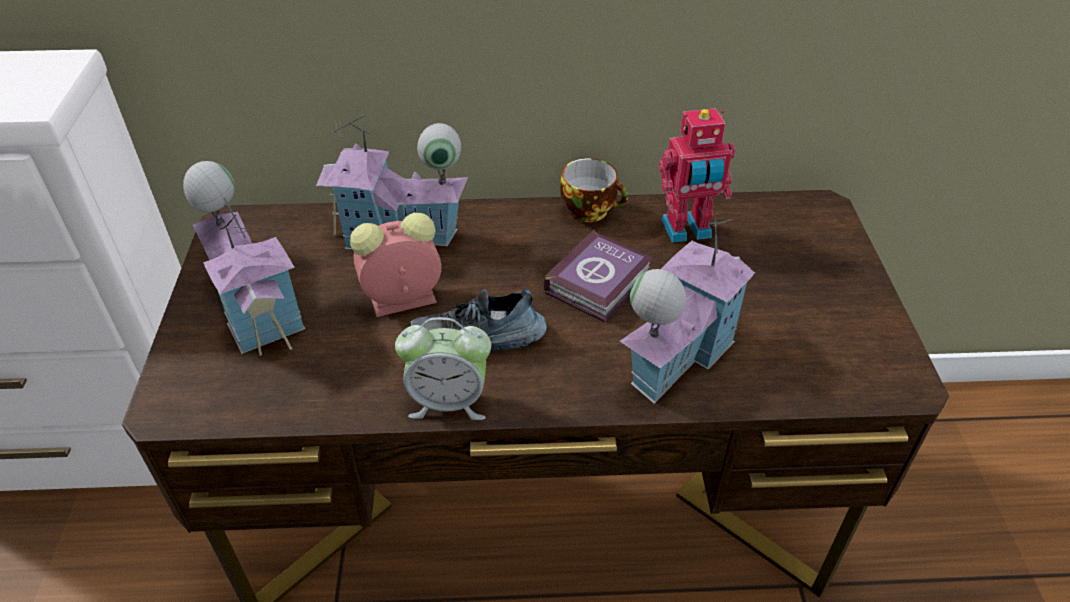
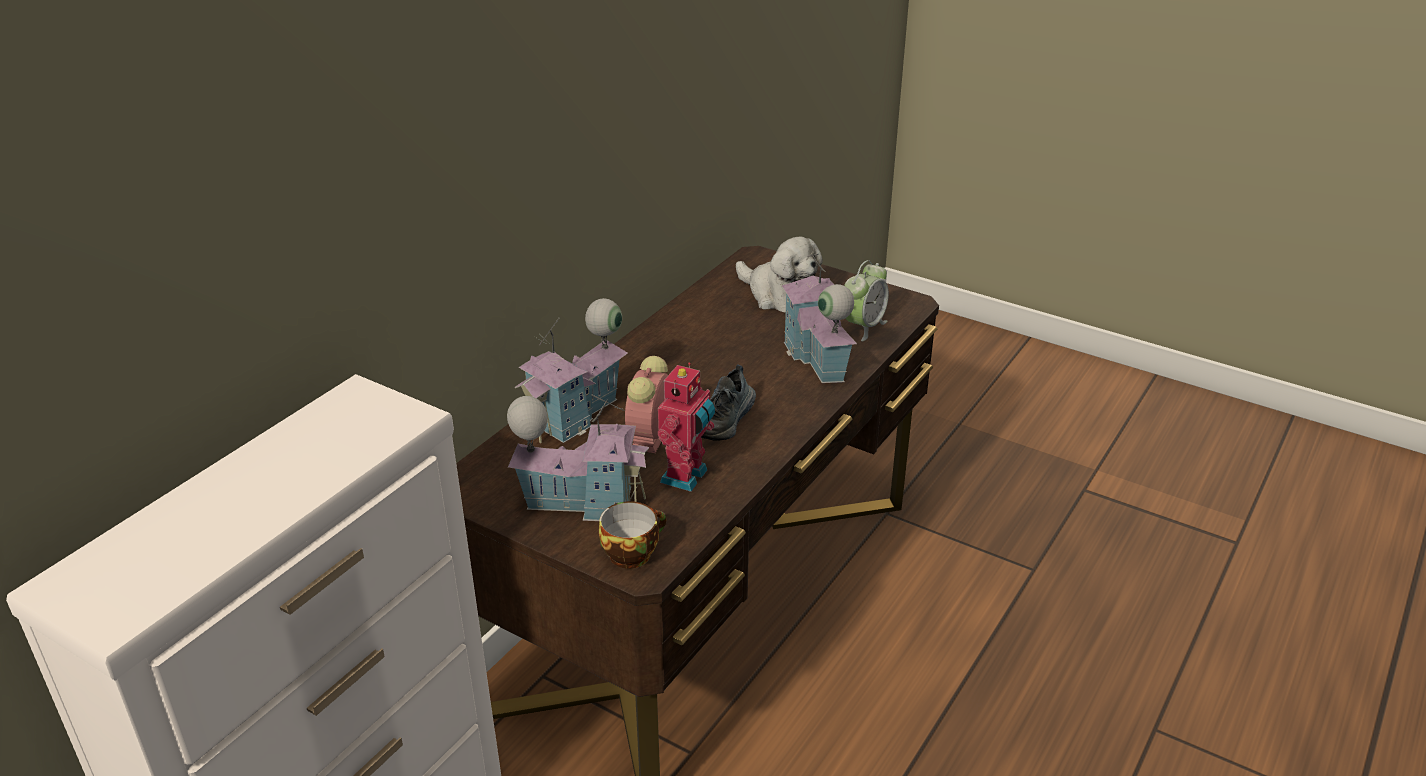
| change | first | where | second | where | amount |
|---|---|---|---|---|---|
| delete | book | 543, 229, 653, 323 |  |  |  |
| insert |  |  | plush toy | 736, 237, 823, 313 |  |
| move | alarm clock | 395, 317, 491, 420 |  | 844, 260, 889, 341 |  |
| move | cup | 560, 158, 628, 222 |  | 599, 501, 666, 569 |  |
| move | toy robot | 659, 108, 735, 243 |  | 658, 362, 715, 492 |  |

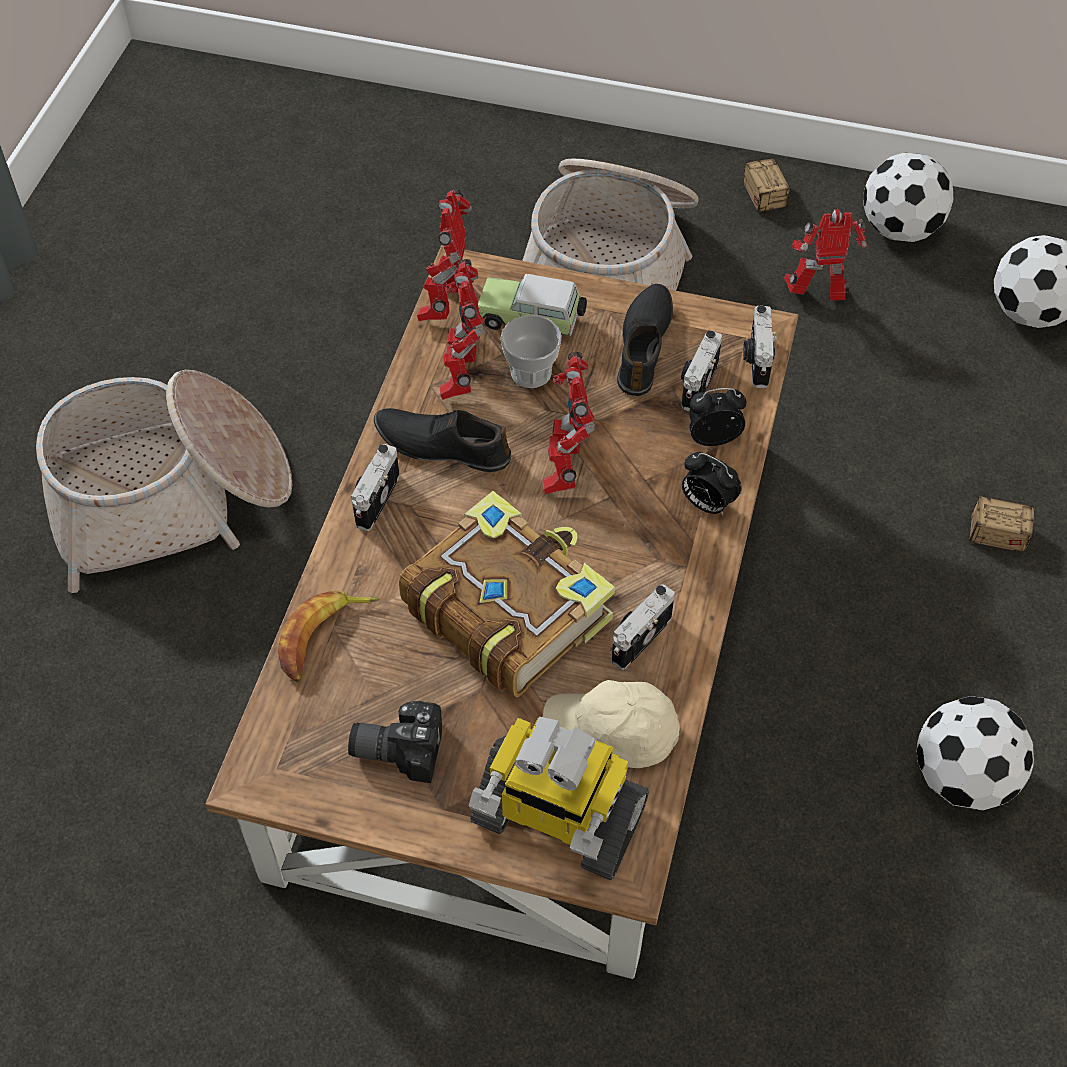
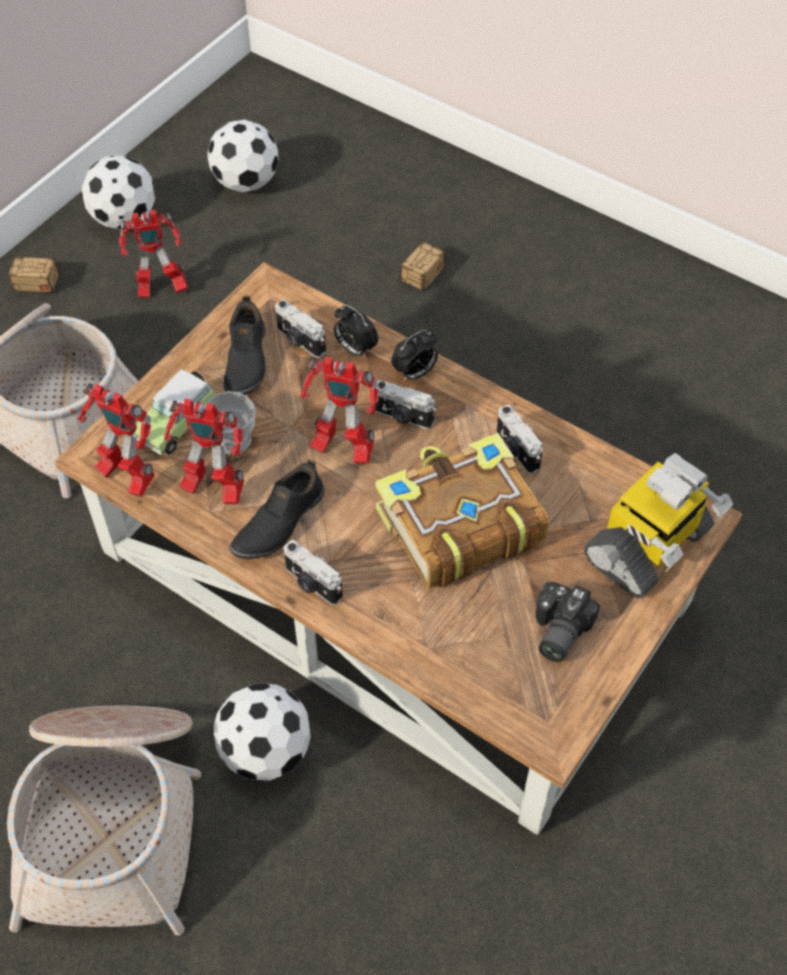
| change | first | where | second | where | amount |
|---|---|---|---|---|---|
| delete | banana | 278, 590, 380, 682 |  |  |  |
| delete | beige cap | 543, 680, 680, 768 |  |  |  |
| move | photo camera | 743, 306, 776, 388 |  | 375, 380, 436, 429 |  |
| move | football | 917, 696, 1034, 810 |  | 213, 683, 311, 781 |  |
| rotate | black shoe | 617, 284, 673, 396 |  | 223, 296, 265, 395 | 120 degrees counterclockwise |
| rotate | alarm clock | 689, 388, 746, 446 |  | 334, 305, 378, 358 | 60 degrees counterclockwise |
| rotate | toy robot | 784, 209, 868, 301 |  | 119, 210, 188, 298 | 120 degrees counterclockwise |

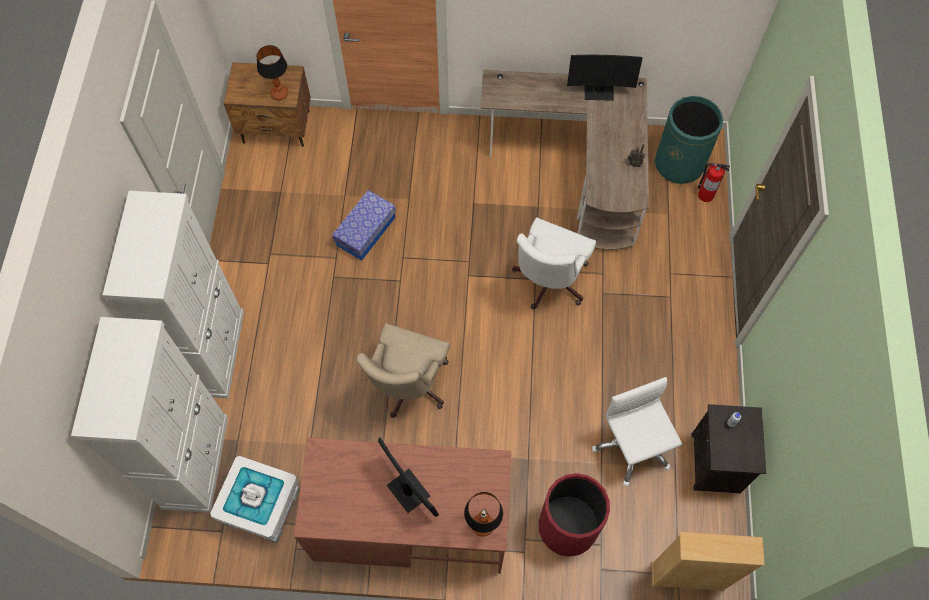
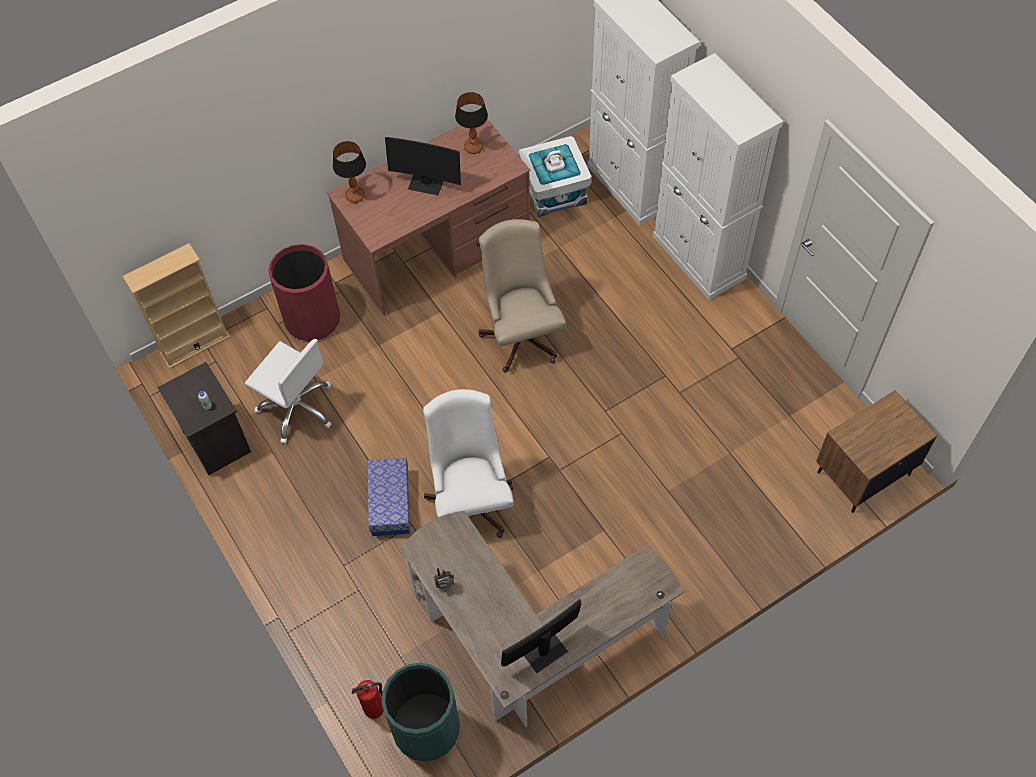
| change | first | where | second | where | amount |
|---|---|---|---|---|---|
| move | table lamp | 256, 45, 288, 100 |  | 455, 92, 488, 154 |  |
| move | storage box | 332, 190, 396, 261 |  | 368, 458, 410, 536 |  |

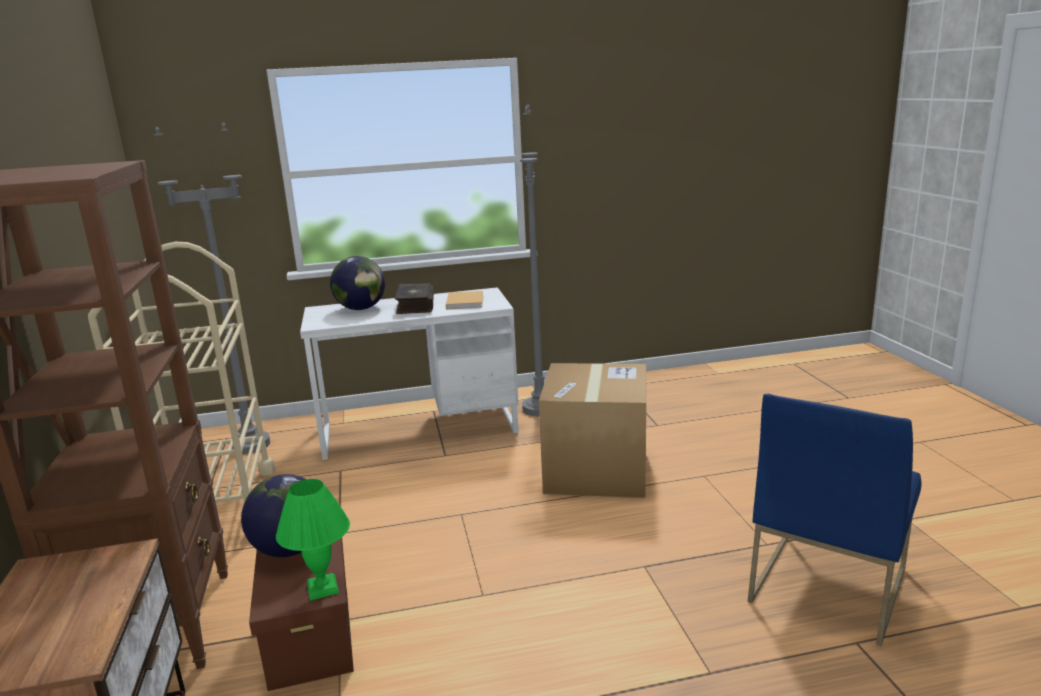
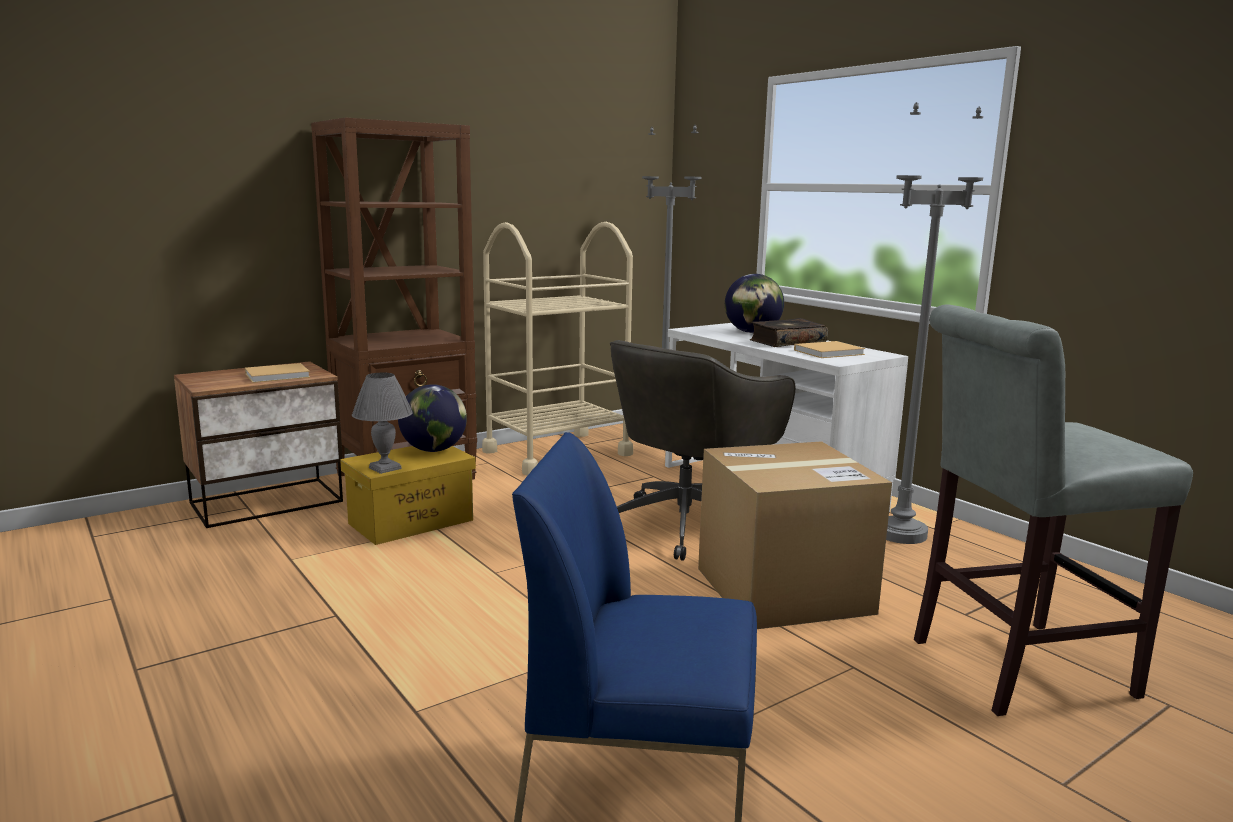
| change | first | where | second | where | amount |
|---|---|---|---|---|---|
| insert |  |  | beige book | 245, 363, 310, 383 |  |
| insert |  |  | grey office chair | 610, 340, 795, 561 |  |
| insert |  |  | grey stool | 914, 304, 1193, 716 |  |
| recolor | brown storage box | 249, 538, 354, 691 | yellow storage box | 340, 446, 476, 545 |  |
| recolor | green table lamp | 276, 479, 350, 601 | grey table lamp | 352, 373, 413, 474 |  |

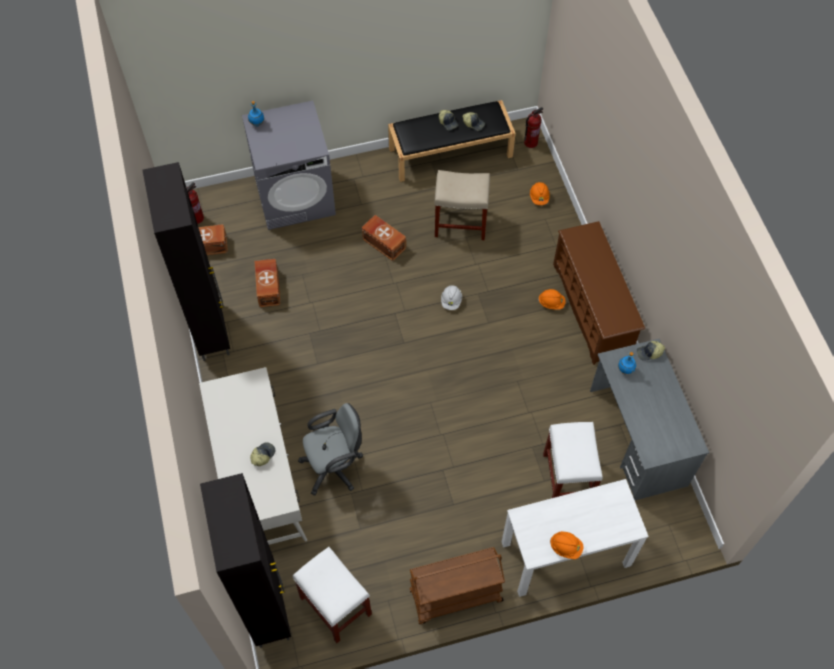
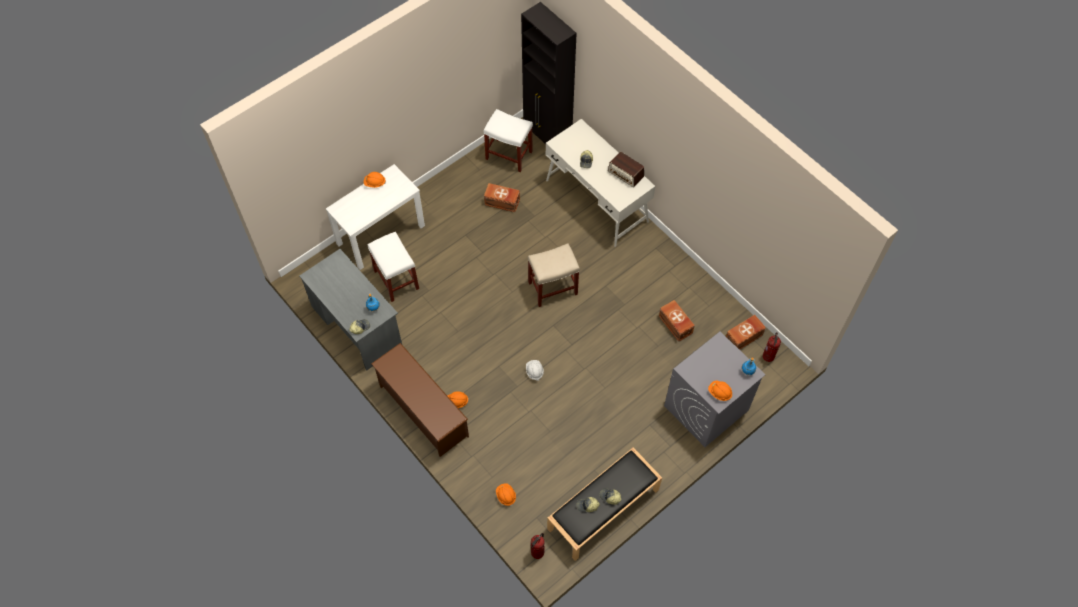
| change | first | where | second | where | amount |
|---|---|---|---|---|---|
| delete | black cabinet | 142, 162, 230, 361 |  |  |  |
| delete | grey office chair | 298, 403, 363, 496 |  |  |  |
| delete | brown cart | 409, 547, 505, 624 |  |  |  |
| insert |  |  | radio | 608, 152, 644, 187 |  |
| insert |  |  | orange hard hat | 708, 380, 732, 401 |  |
| move | brown storage box | 361, 215, 406, 261 |  | 484, 183, 520, 212 |  |
| move | beige stool | 435, 170, 490, 240 |  | 528, 243, 580, 307 |  |

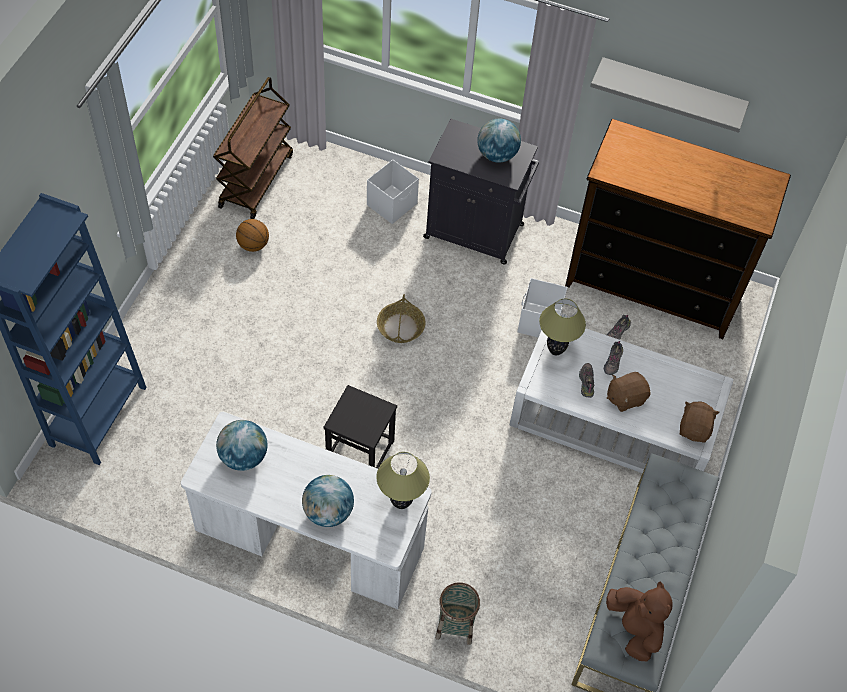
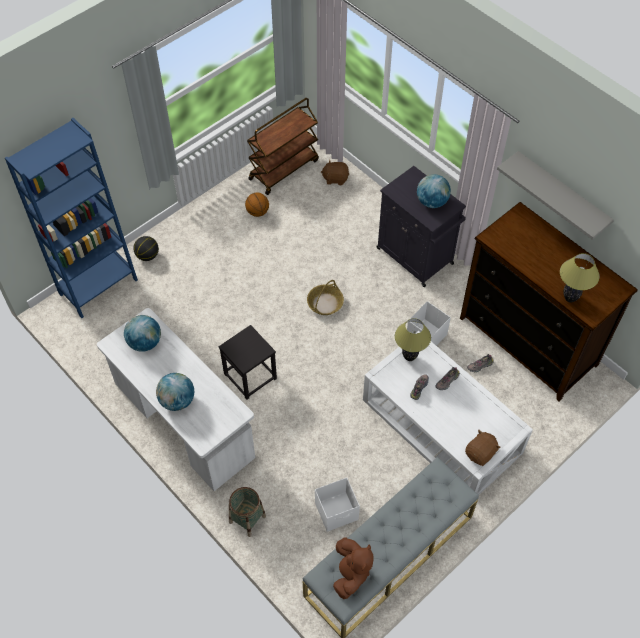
| change | first | where | second | where | amount |
|---|---|---|---|---|---|
| insert |  |  | basketball | 133, 236, 159, 261 |  |
| move | white storage box | 367, 160, 419, 224 |  | 315, 478, 360, 532 |  |
| move | table lamp | 376, 452, 430, 509 |  | 560, 253, 600, 303 |  |
| move | brown plush toy | 607, 372, 650, 412 |  | 321, 159, 349, 185 |  |

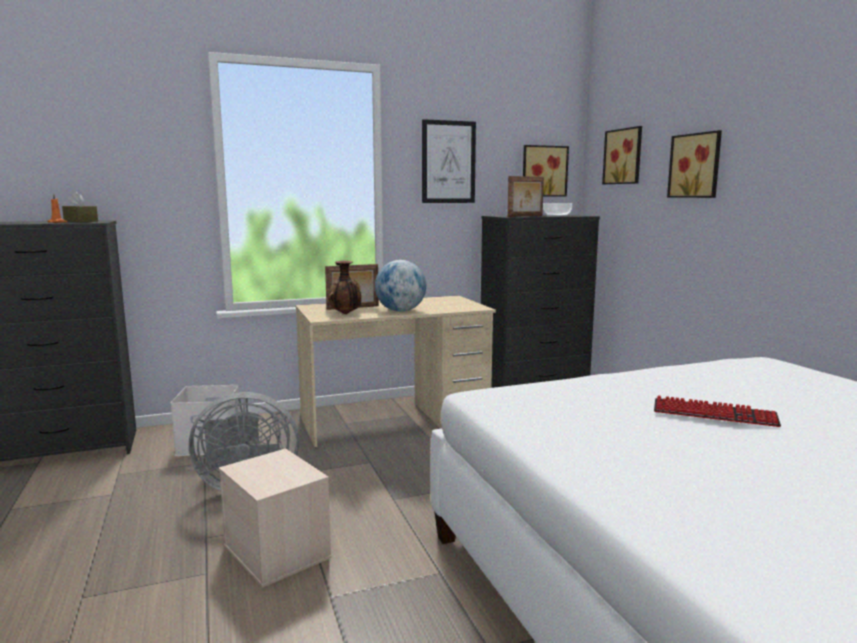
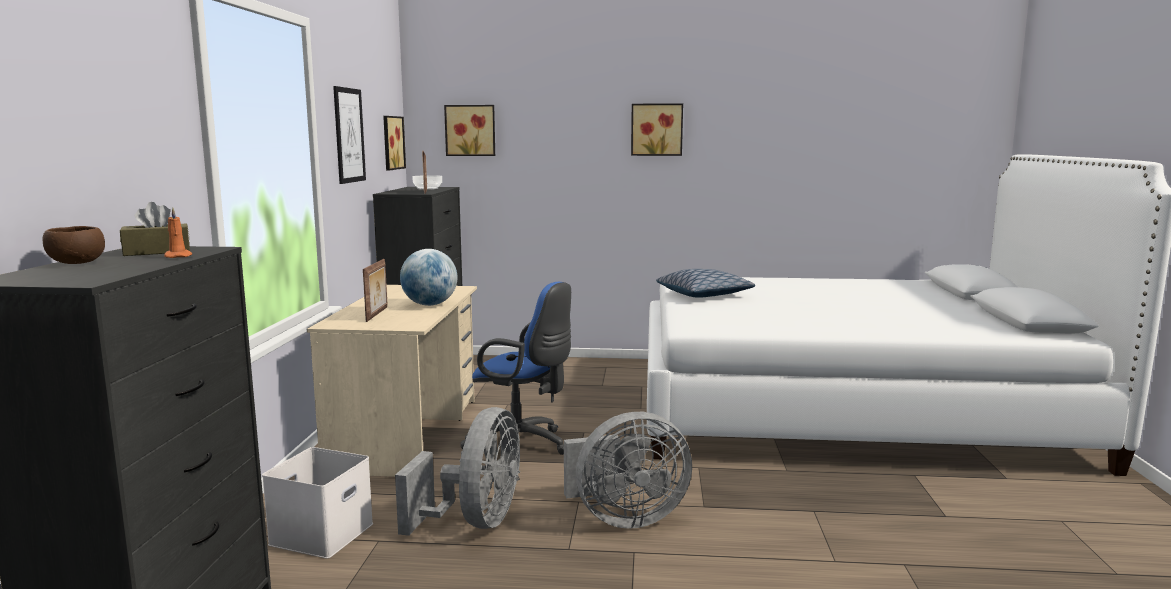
| change | first | where | second | where | amount |
|---|---|---|---|---|---|
| delete | vase | 328, 261, 361, 314 |  |  |  |
| delete | keyboard | 654, 396, 781, 427 |  |  |  |
| insert |  |  | brown bowl | 43, 226, 105, 264 |  |
| insert |  |  | blue office chair | 460, 282, 571, 455 |  |
| insert |  |  | pillow | 656, 269, 755, 298 |  |
| move | picture | 667, 130, 722, 198 |  | 631, 103, 683, 156 |  |
| replace | beige storage box | 219, 448, 332, 588 | grey fan | 564, 412, 692, 529 |  |

